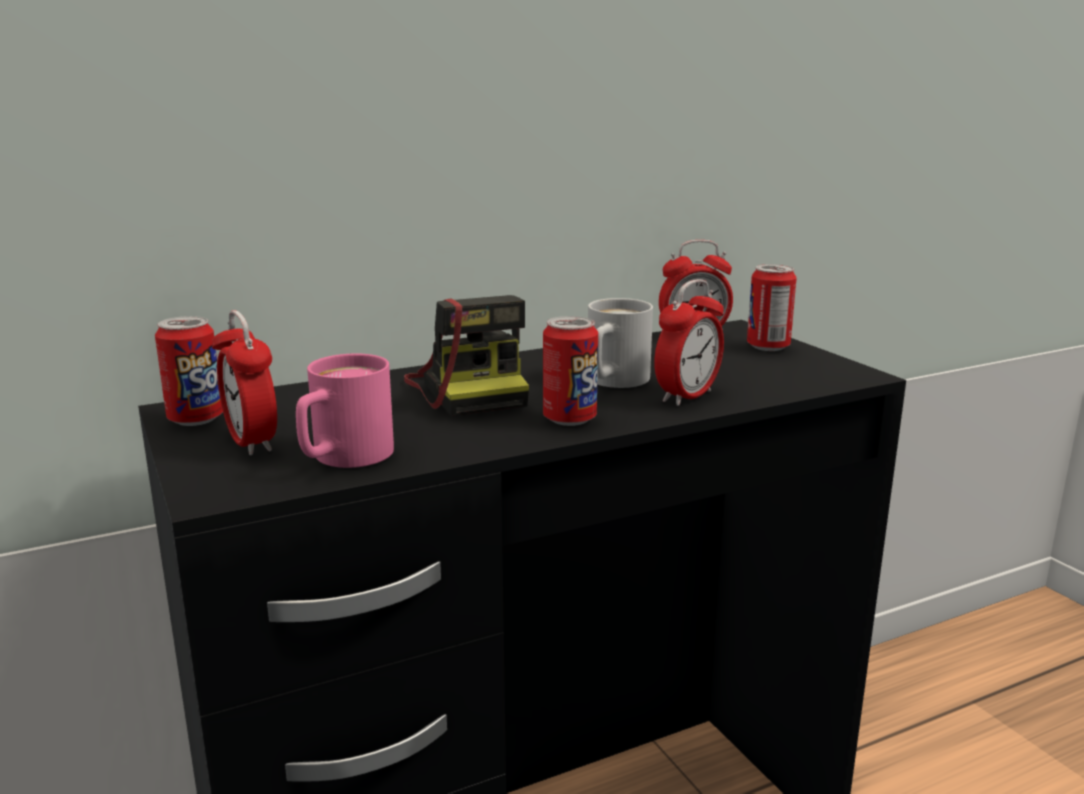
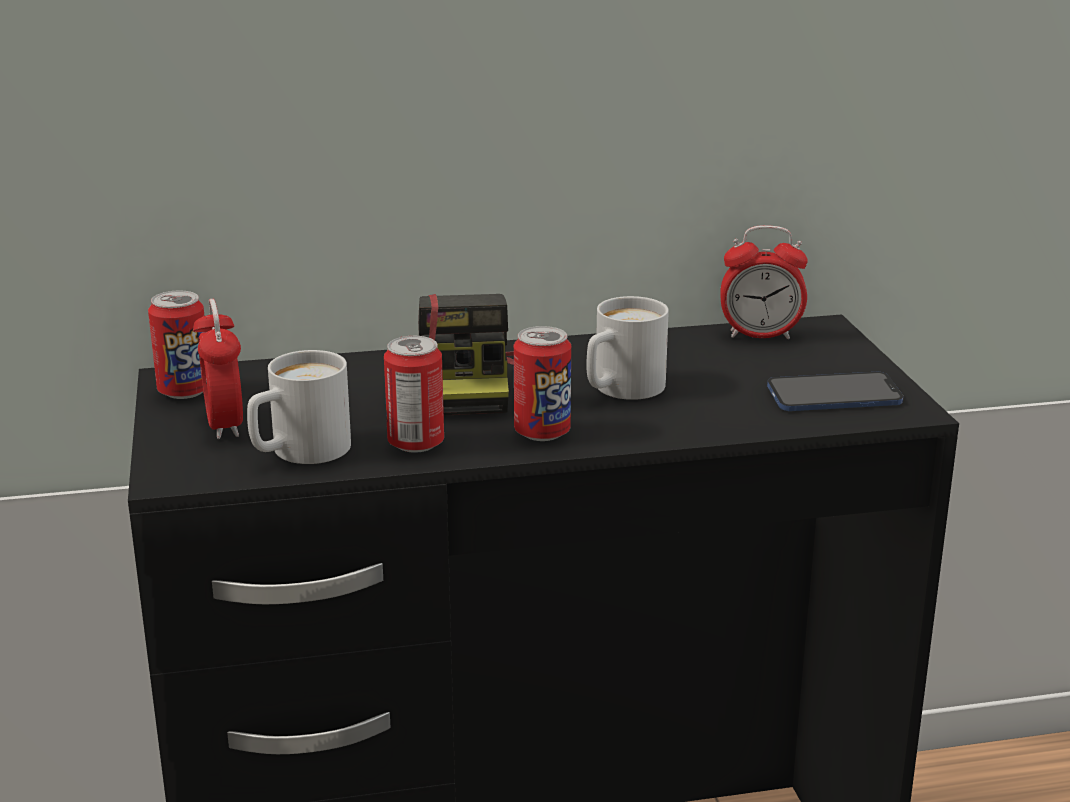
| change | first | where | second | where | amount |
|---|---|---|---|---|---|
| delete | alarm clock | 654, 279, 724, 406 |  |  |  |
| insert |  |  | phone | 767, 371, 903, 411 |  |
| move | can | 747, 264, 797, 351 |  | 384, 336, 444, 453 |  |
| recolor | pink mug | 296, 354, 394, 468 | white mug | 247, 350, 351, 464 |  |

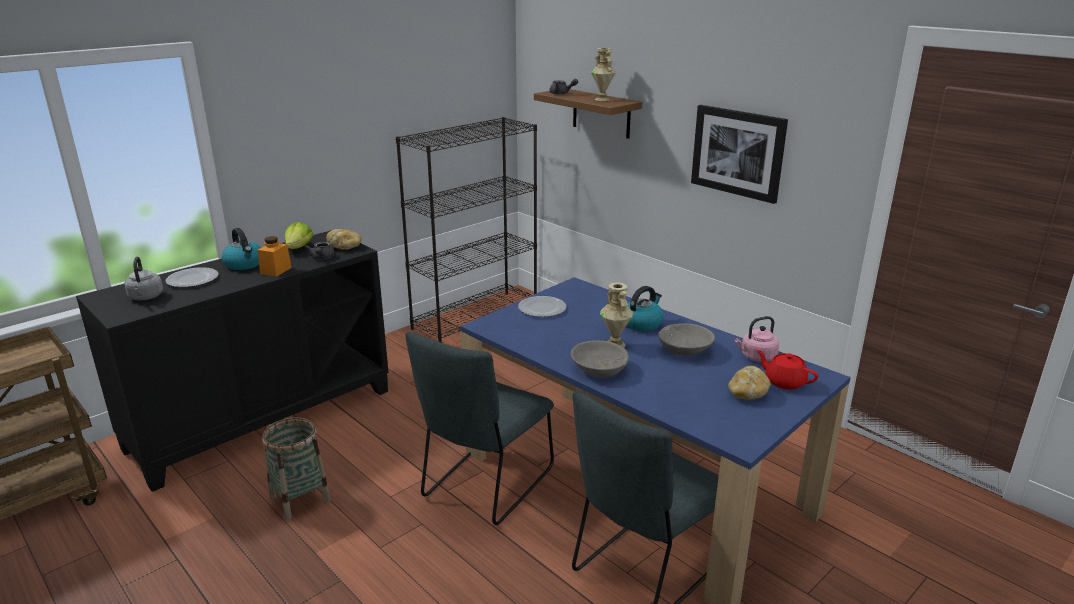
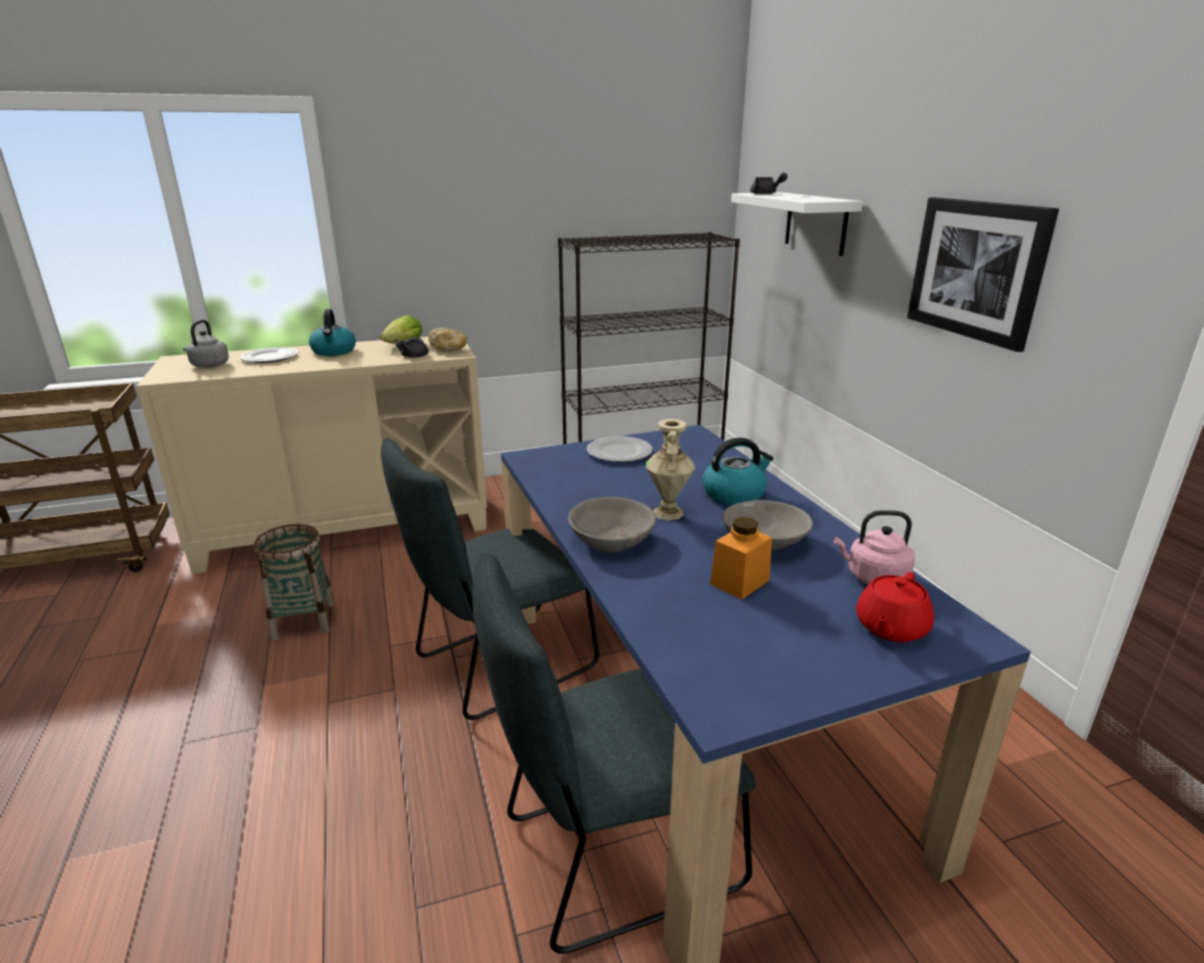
| change | first | where | second | where | amount |
|---|---|---|---|---|---|
| delete | beige vase | 591, 48, 616, 101 |  |  |  |
| delete | bread | 728, 366, 771, 400 |  |  |  |
| move | orange jar | 258, 236, 292, 277 |  | 710, 517, 772, 600 |  |
| recolor | black cabinet | 76, 230, 389, 492 | beige cabinet | 136, 337, 487, 574 |  |
| recolor | brown shelf | 534, 89, 642, 139 | white shelf | 731, 192, 863, 256 |  |
| rotate | red teapot | 756, 350, 818, 390 |  | 856, 572, 934, 642 | 120 degrees counterclockwise |

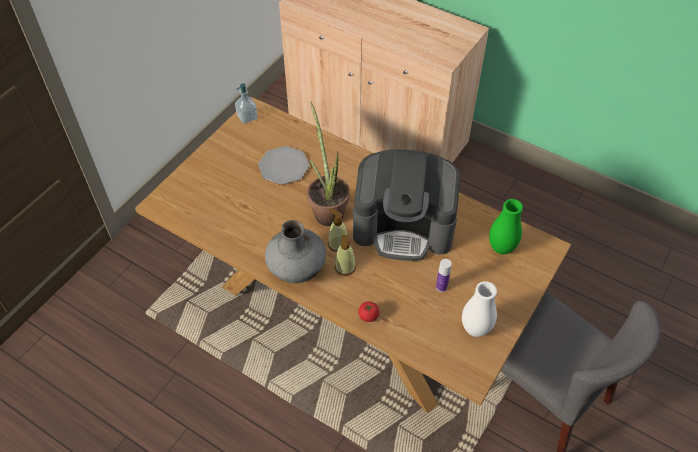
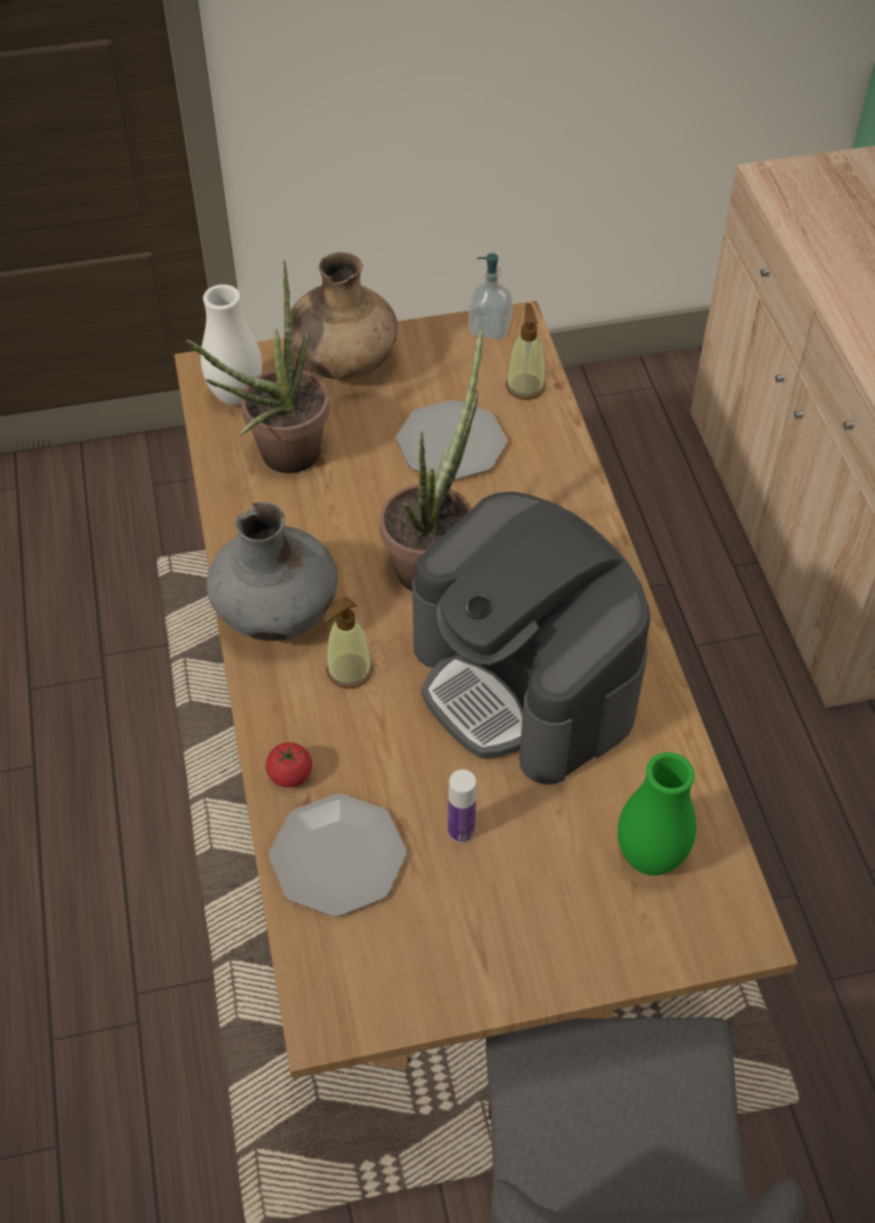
| change | first | where | second | where | amount |
|---|---|---|---|---|---|
| insert |  |  | potted plant | 186, 261, 330, 473 |  |
| insert |  |  | plate | 269, 794, 406, 917 |  |
| insert |  |  | brown vase | 291, 252, 398, 380 |  |
| move | soap dispenser | 328, 209, 347, 252 |  | 506, 303, 546, 400 |  |
| move | white vase | 462, 281, 497, 337 |  | 201, 284, 262, 405 |  |

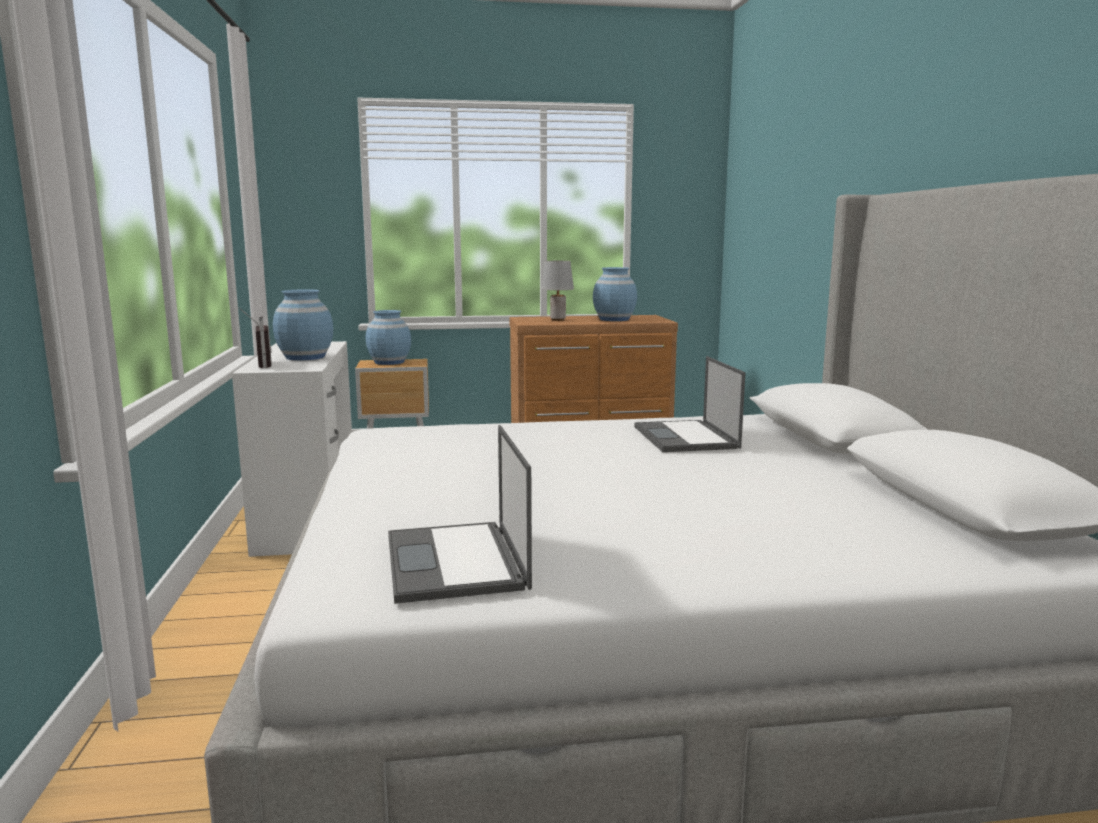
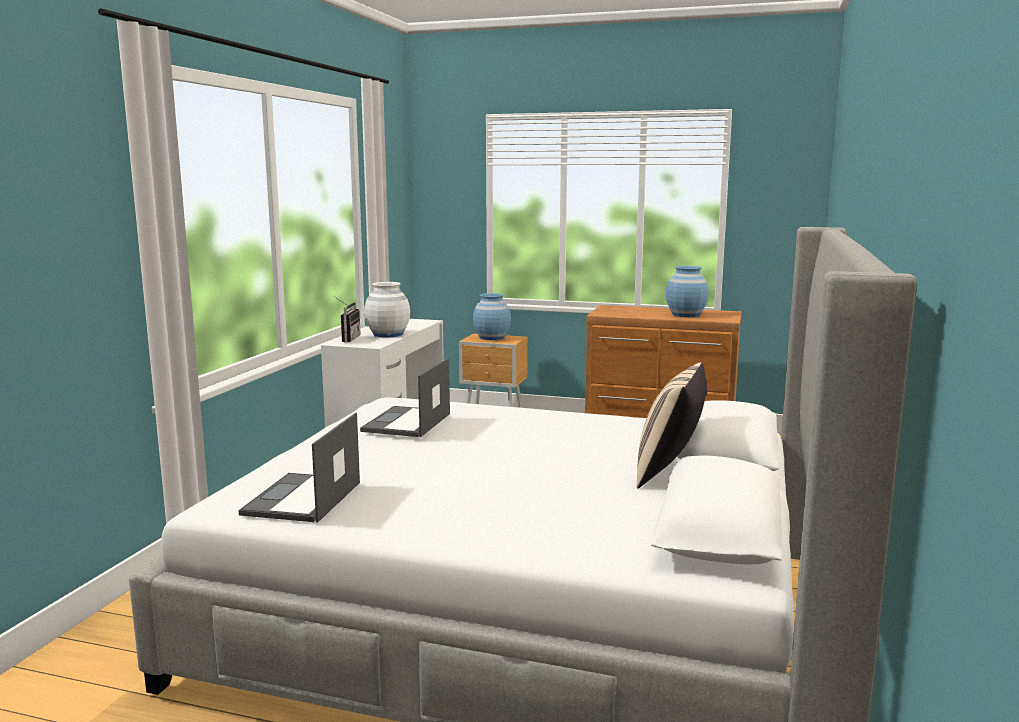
| change | first | where | second | where | amount |
|---|---|---|---|---|---|
| delete | grey table lamp | 541, 261, 574, 321 |  |  |  |
| insert |  |  | beige pillow | 637, 363, 707, 489 |  |
| move | laptop | 634, 356, 745, 452 |  | 360, 358, 450, 437 |  |
| recolor | blue vase | 273, 289, 333, 360 | white vase | 365, 282, 410, 337 |  |

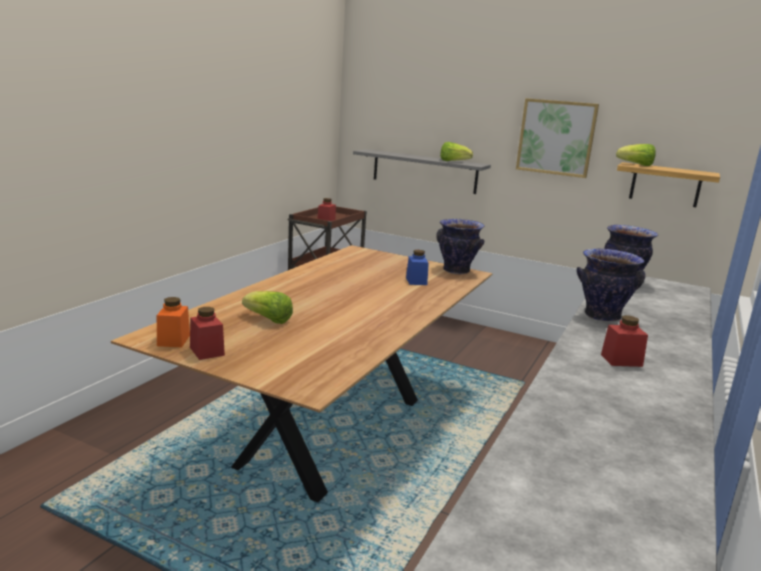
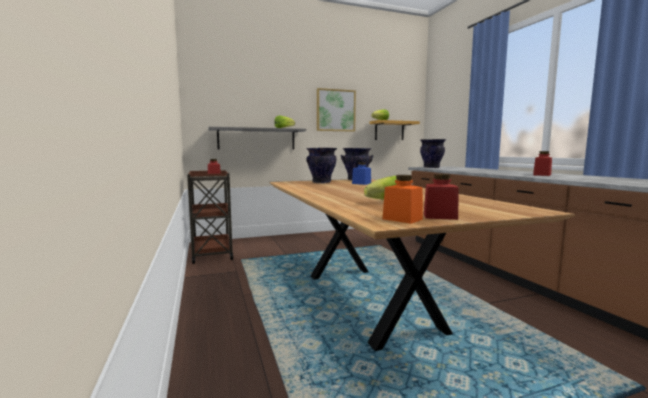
| change | first | where | second | where | amount |
|---|---|---|---|---|---|
| move | vase | 577, 249, 645, 322 |  | 306, 148, 337, 183 |  |

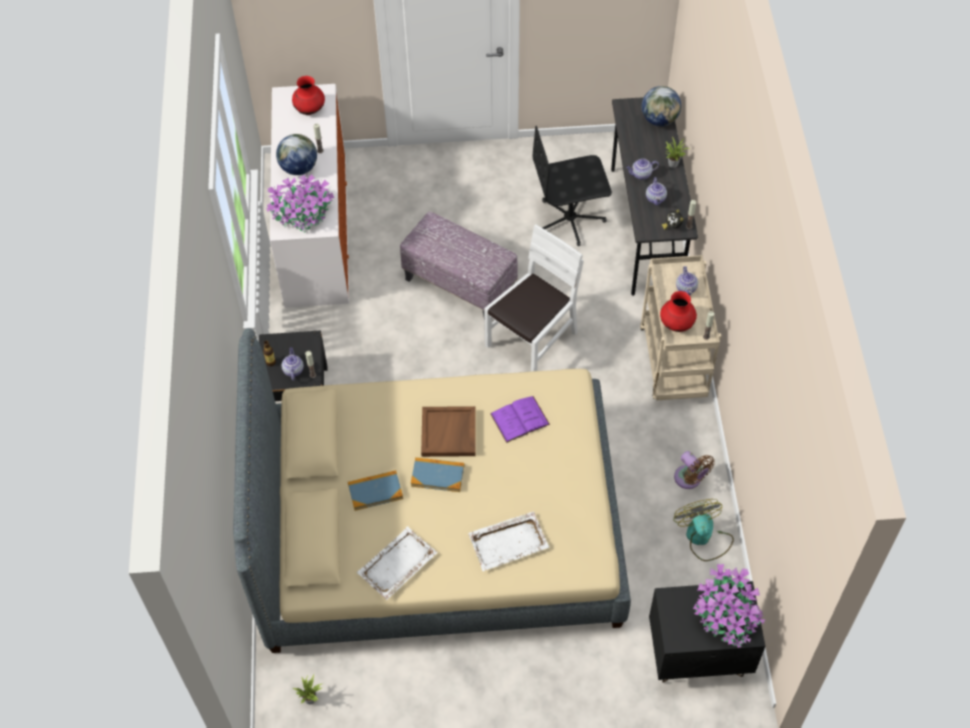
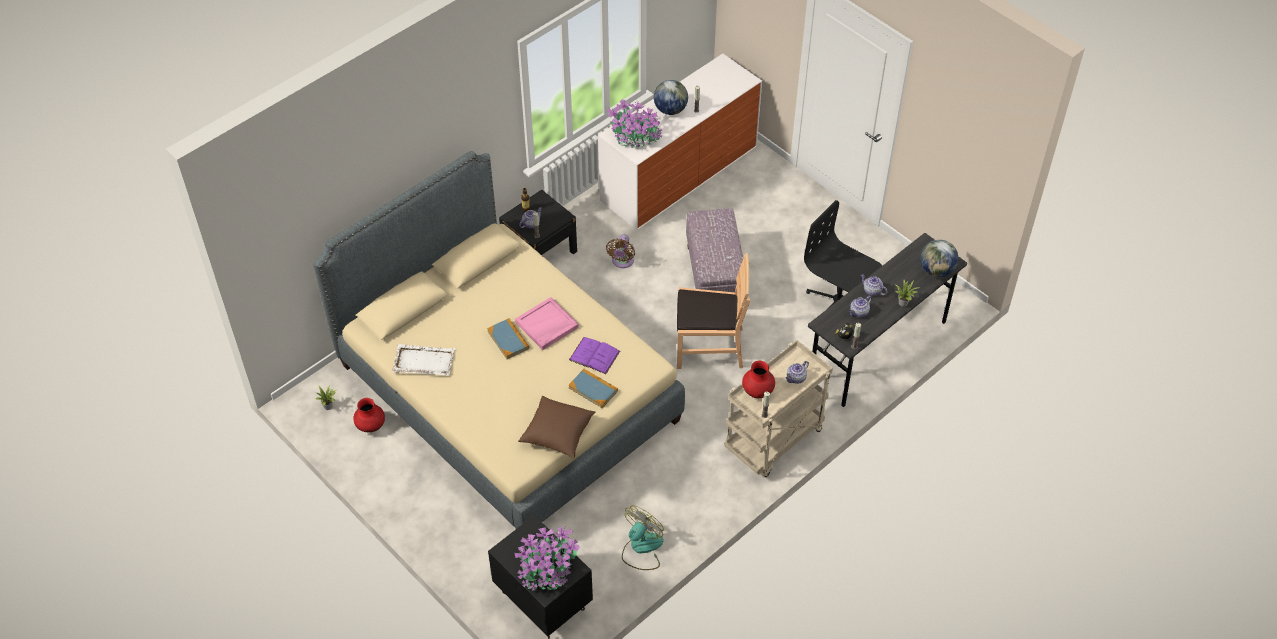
| change | first | where | second | where | amount |
|---|---|---|---|---|---|
| delete | white tray | 468, 511, 549, 572 |  |  |  |
| insert |  |  | brown pillow | 518, 396, 595, 458 |  |
| move | red vase | 292, 76, 325, 115 |  | 353, 398, 385, 432 |  |
| move | book | 348, 470, 403, 511 |  | 568, 369, 618, 409 |  |
| move | brown fan | 674, 451, 715, 489 |  | 606, 234, 635, 268 |  |
| recolor | brown tray | 421, 406, 476, 457 | pink tray | 515, 297, 579, 350 |  |
| recolor | white chair | 484, 224, 584, 371 | brown chair | 677, 253, 750, 369 |  |

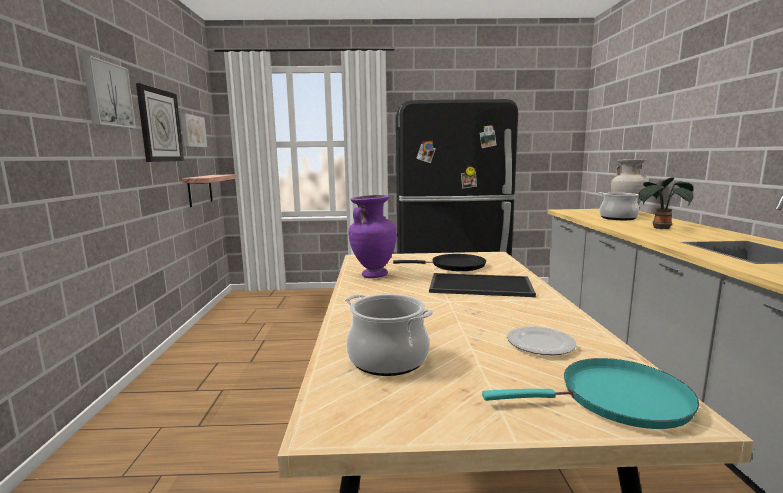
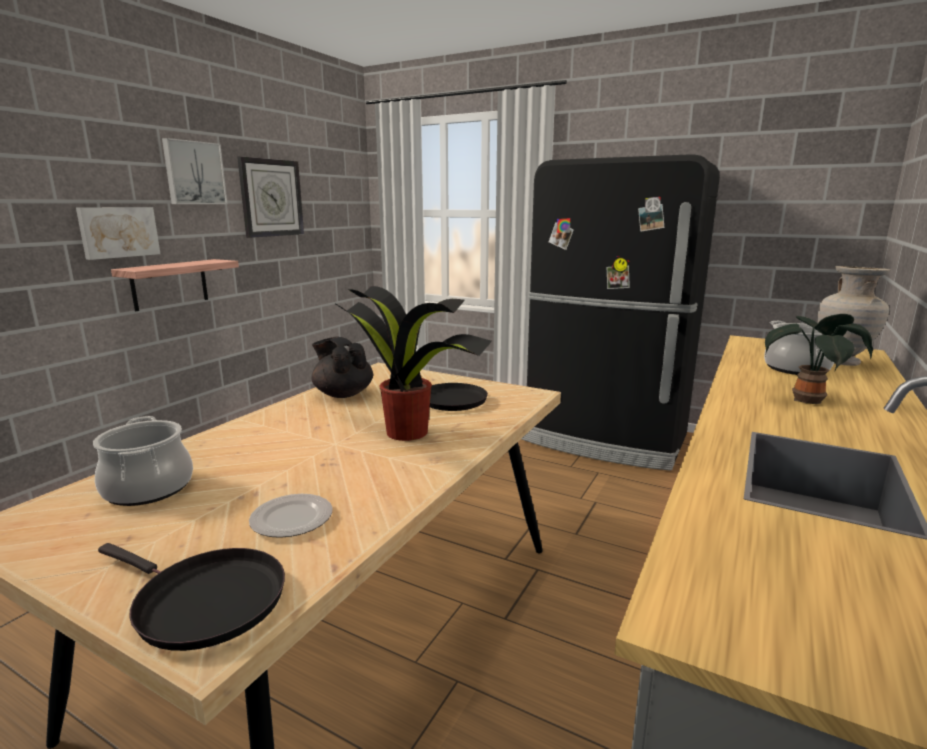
| change | first | where | second | where | amount |
|---|---|---|---|---|---|
| move | picture | 180, 113, 207, 147 |  | 76, 207, 160, 260 |  |
| move | shelf | 182, 174, 236, 207 |  | 111, 259, 239, 311 |  |
| replace | purple vase | 349, 195, 397, 278 | black teapot | 312, 337, 373, 398 |  |
| replace | tray | 429, 273, 536, 297 | potted plant | 334, 286, 492, 441 |  |
| recolor | turquoise frying pan | 482, 358, 699, 429 | black frying pan | 98, 543, 285, 651 |  |

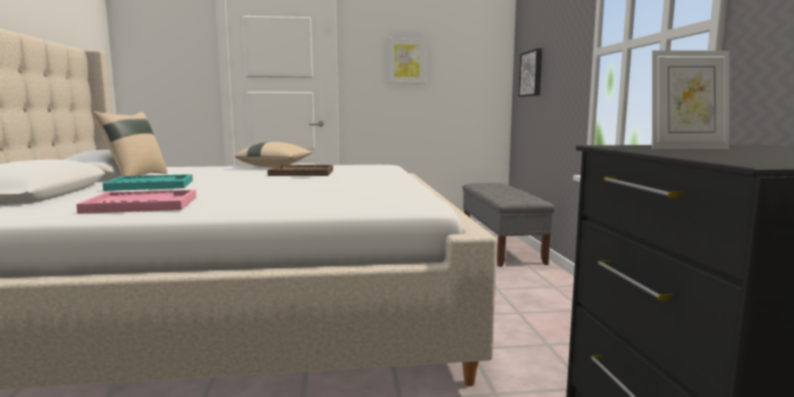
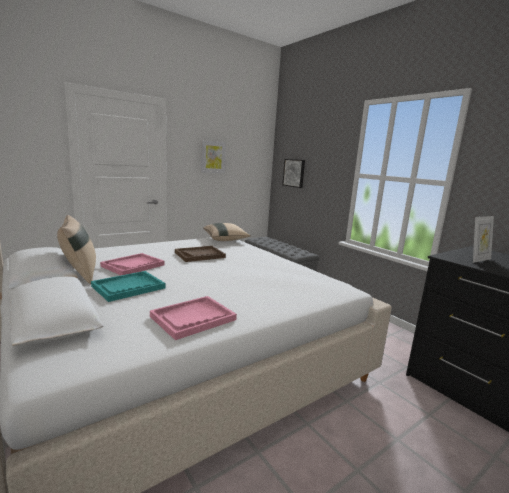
| change | first | where | second | where | amount |
|---|---|---|---|---|---|
| insert |  |  | pink tray | 100, 253, 165, 275 |  |
| move | beige pillow | 235, 142, 312, 167 |  | 203, 223, 251, 241 |  |

